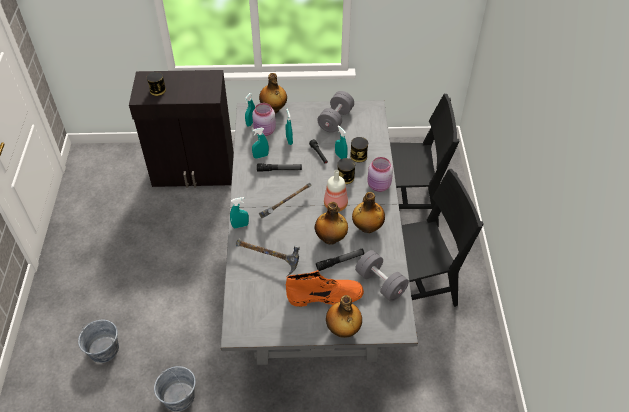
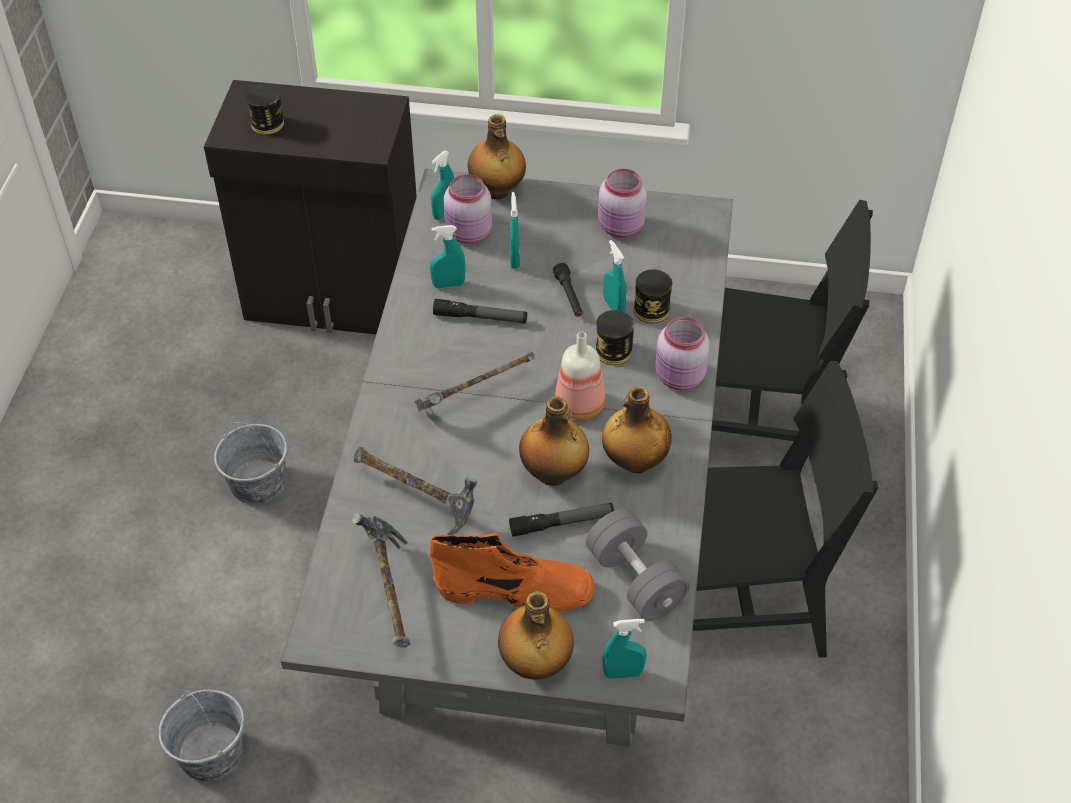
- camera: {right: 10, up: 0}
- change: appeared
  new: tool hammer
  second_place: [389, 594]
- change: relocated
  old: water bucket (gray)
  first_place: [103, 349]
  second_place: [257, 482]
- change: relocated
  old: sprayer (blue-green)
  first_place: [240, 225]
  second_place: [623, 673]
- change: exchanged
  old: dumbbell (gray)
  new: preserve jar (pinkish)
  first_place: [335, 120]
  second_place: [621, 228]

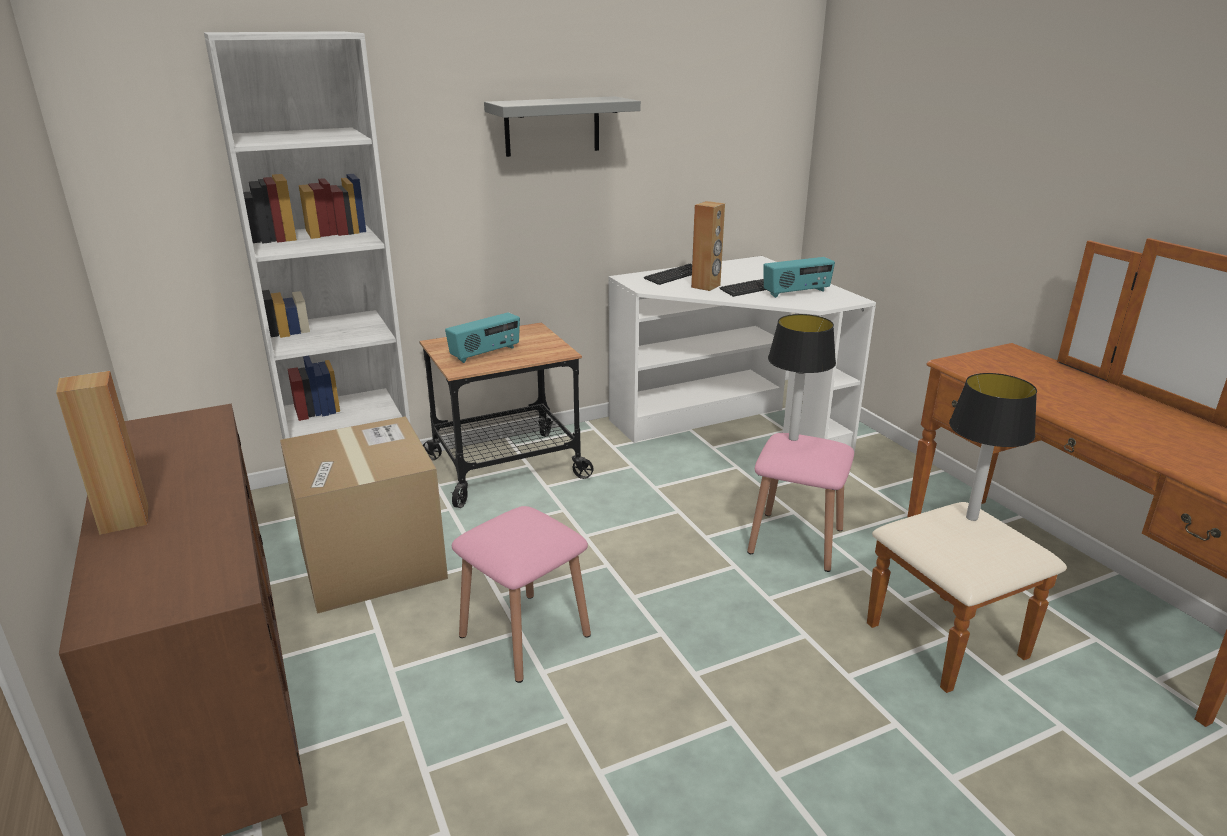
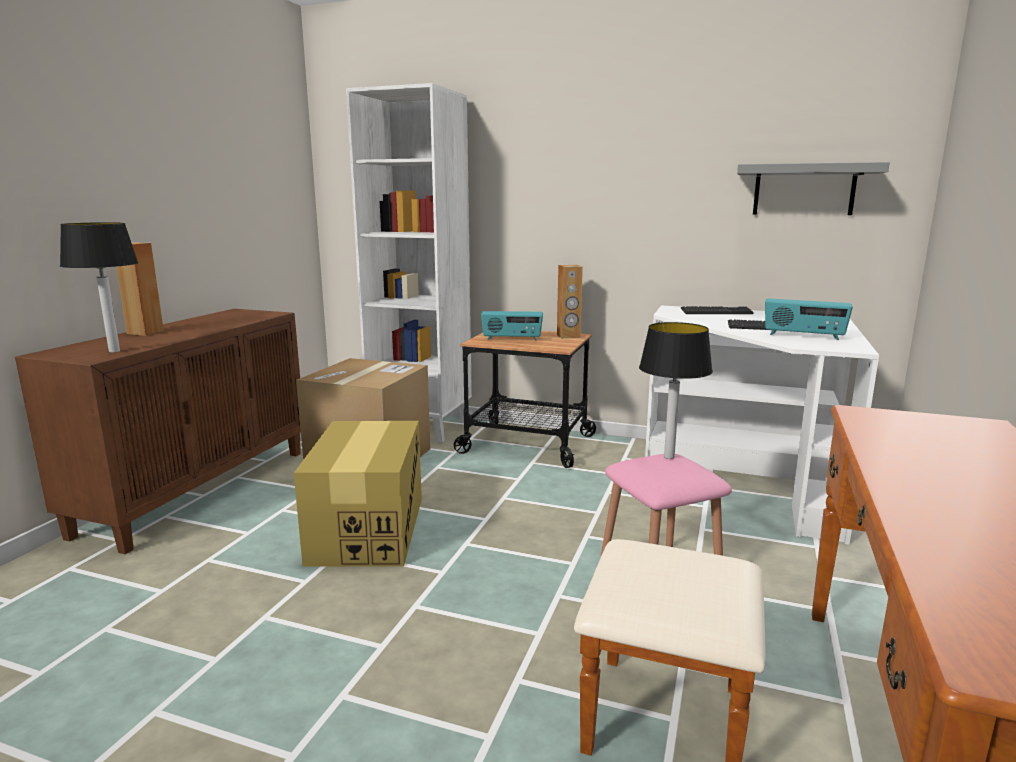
- camera: {right: 45, up: -10}
- change: relocated
  old: wall shelf (gray)
  first_place: [552, 126]
  second_place: [804, 190]
- change: relocated
  old: speaker (brownish)
  first_place: [706, 286]
  second_place: [568, 336]
- change: relocated
  old: lamp for a table
  first_place: [971, 517]
  second_place: [114, 351]
- change: exchanged
  old: stool (pinkish)
  new: carton
  first_place: [525, 635]
  second_place: [368, 529]

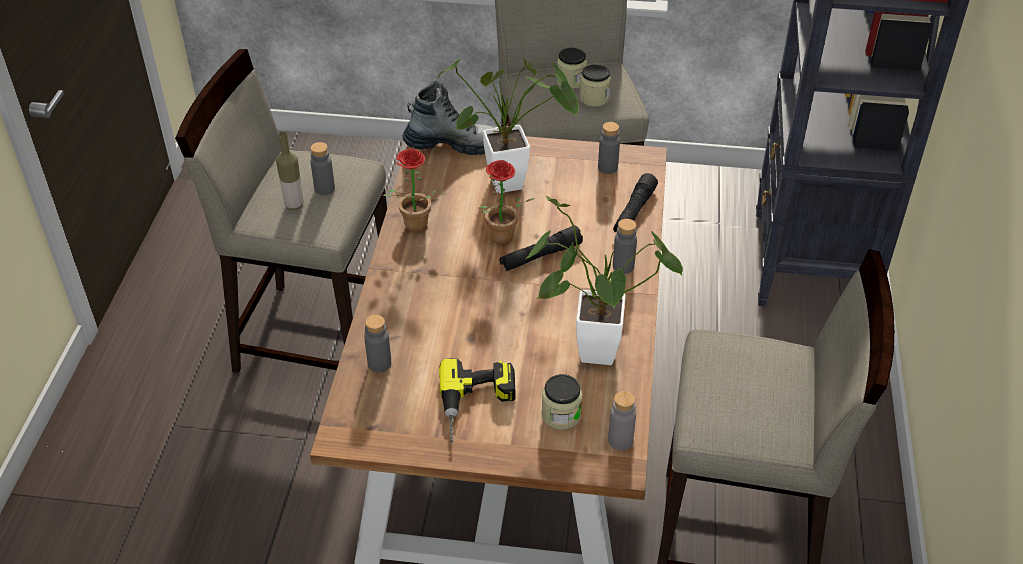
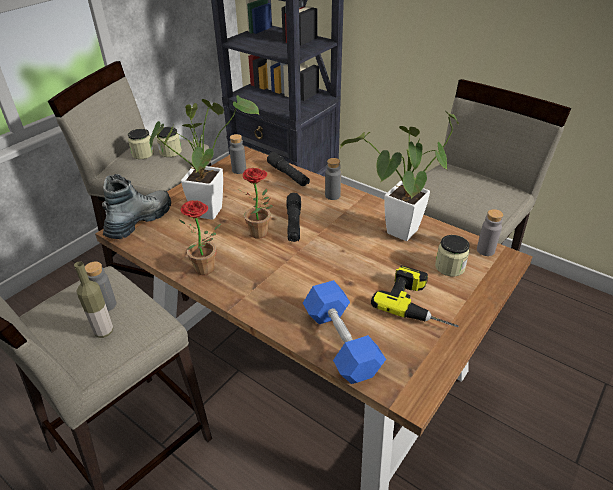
- camera: {right: -60, up: -5}
- change: exchanged
  old: drink bottle (gray)
  new: dumbbell (bluish)
  first_place: [379, 363]
  second_place: [341, 343]

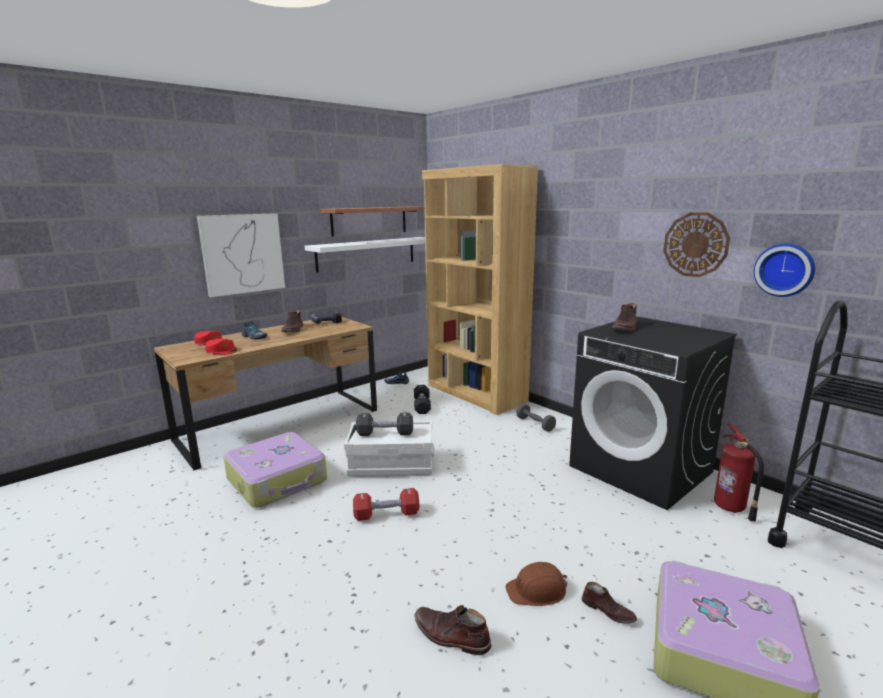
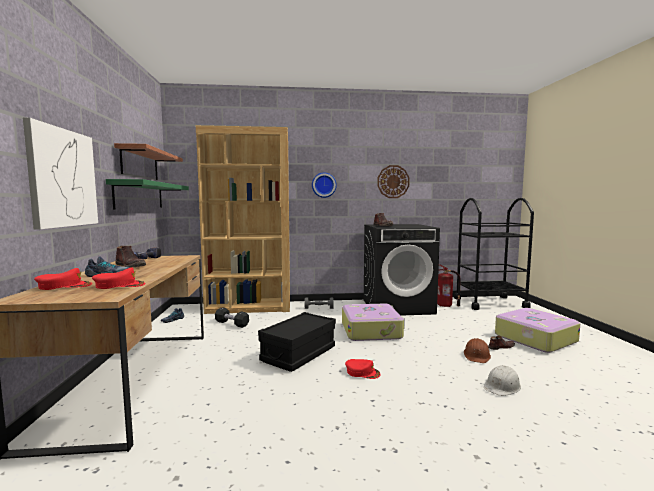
- camera: {right: -55, up: -10}
- change: missing
  old: dumbbell (blackish)
  first_place: [385, 433]
- change: relocated
  old: suitcase
  first_place: [278, 480]
  second_place: [371, 330]
- change: relocated
  old: wall clock
  first_place: [784, 269]
  second_place: [323, 185]
- change: exchanged
  old: dumbbell (red-coloured)
  new: baseball cap (red-coloured)
  first_place: [386, 514]
  second_place: [362, 372]
- change: exchanged
  old: high-top boot (brownish)
  new: hard hat (white)
  first_place: [451, 636]
  second_place: [502, 386]
- change: colour
  old: wall shelf (white)
  new: wall shelf (green-coloured)
  first_place: [367, 253]
  second_place: [140, 195]
- change: colour
  old: storage box (white)
  new: storage box (blackish)
  first_place: [391, 464]
  second_place: [299, 354]

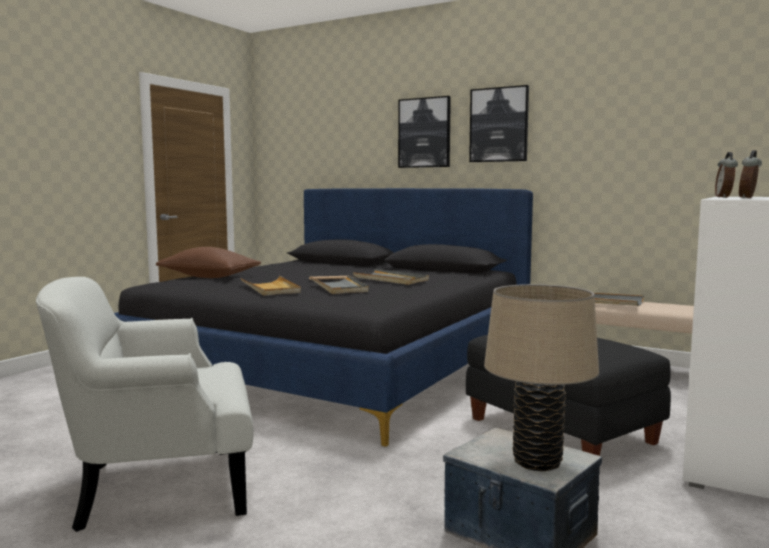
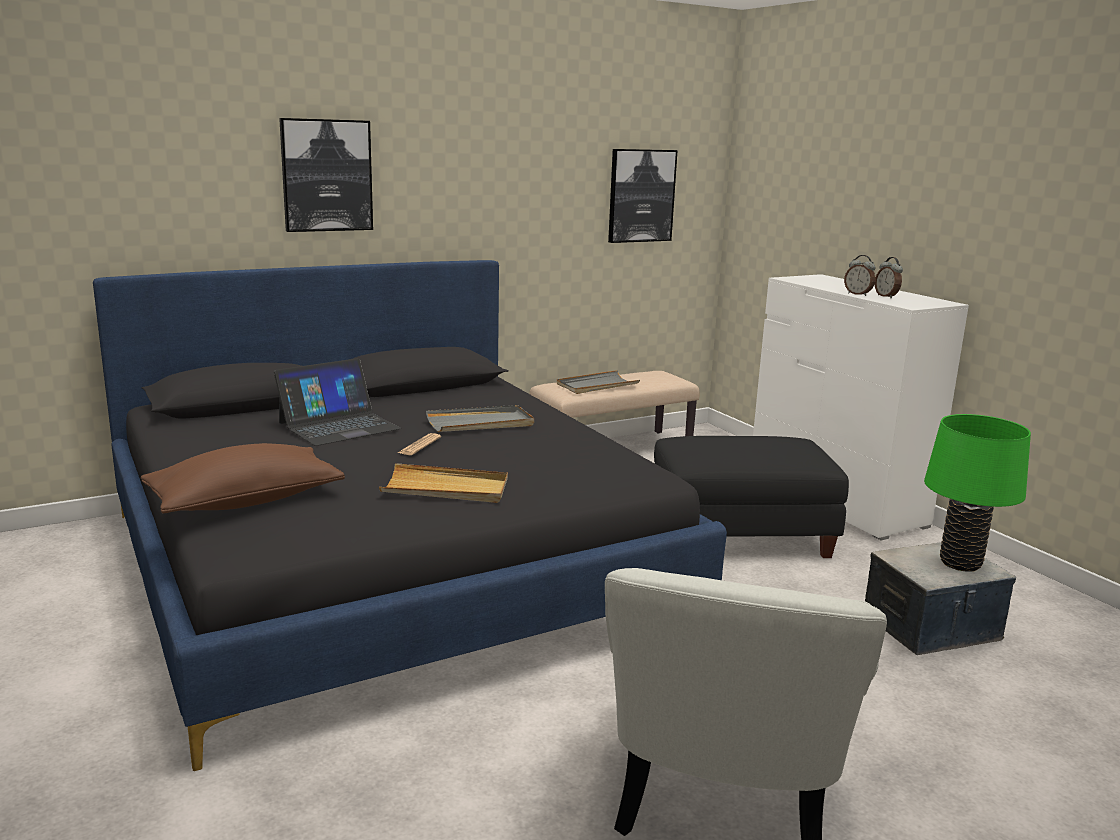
- camera: {right: -60, up: 10}
- change: missing
  old: tray (gray)
  first_place: [339, 287]
- change: appeared
  new: laptop
  second_place: [339, 426]
- change: relocated
  old: wall picture
  first_place: [499, 125]
  second_place: [641, 195]
- change: colour
  old: lamp for a table (beige)
  new: lamp for a table (green-coloured)
  first_place: [537, 462]
  second_place: [960, 563]

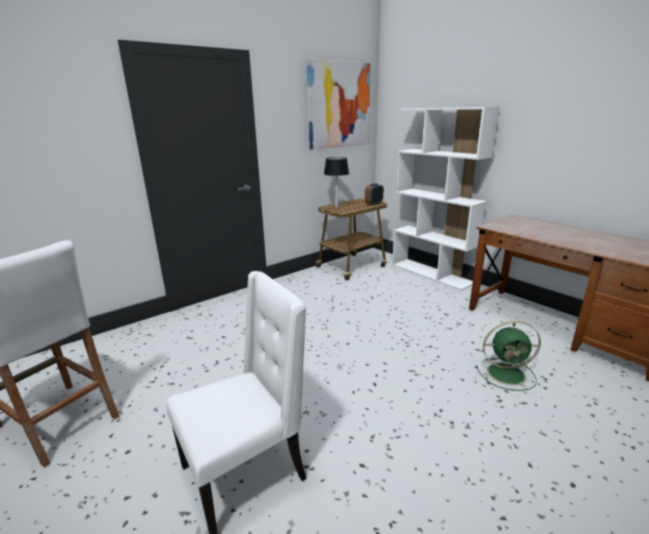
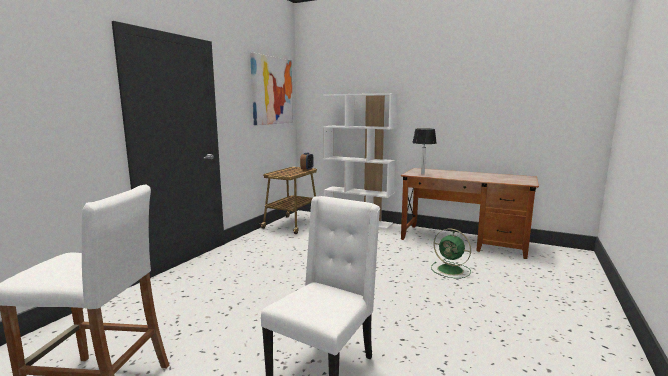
- camera: {right: -25, up: -10}
- change: relocated
  old: lamp for a table
  first_place: [336, 206]
  second_place: [422, 174]
- change: spun
  old: electric fan (green-coloured)
  first_place: [507, 374]
  second_place: [451, 270]
  degrees: 60

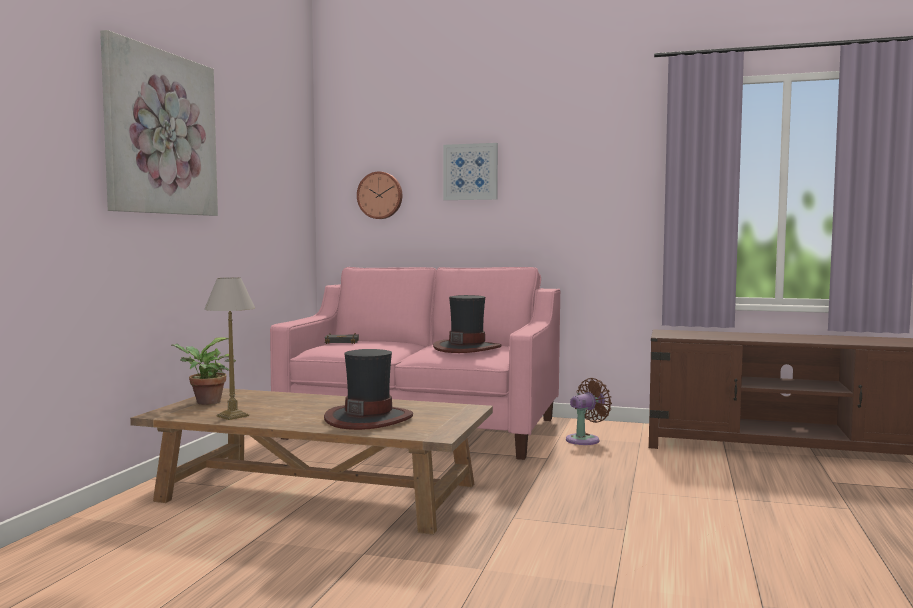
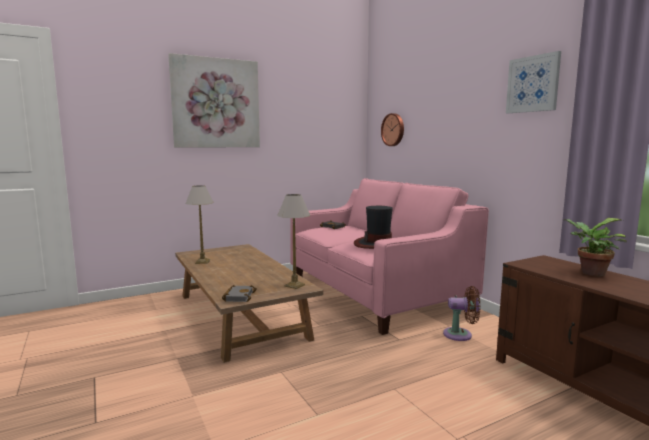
- camera: {right: 45, up: 5}
- change: missing
  old: wearable hat
  first_place: [369, 418]
- change: appeared
  new: book (gray)
  second_place: [238, 296]
- change: appeared
  new: lamp for a table
  second_place: [294, 285]
- change: relocated
  old: plant in a pot
  first_place: [205, 402]
  second_place: [589, 273]
- change: relocated
  old: wall picture
  first_place: [470, 172]
  second_place: [533, 84]

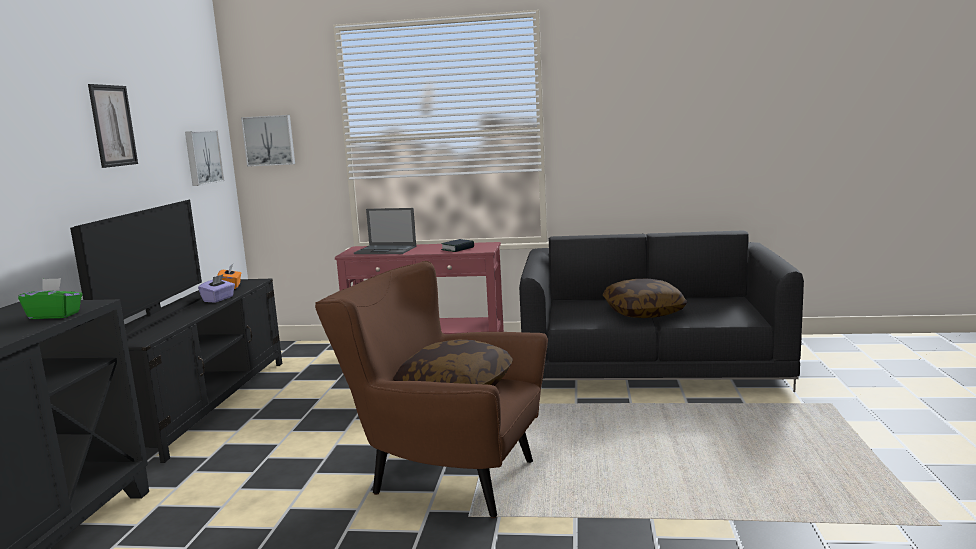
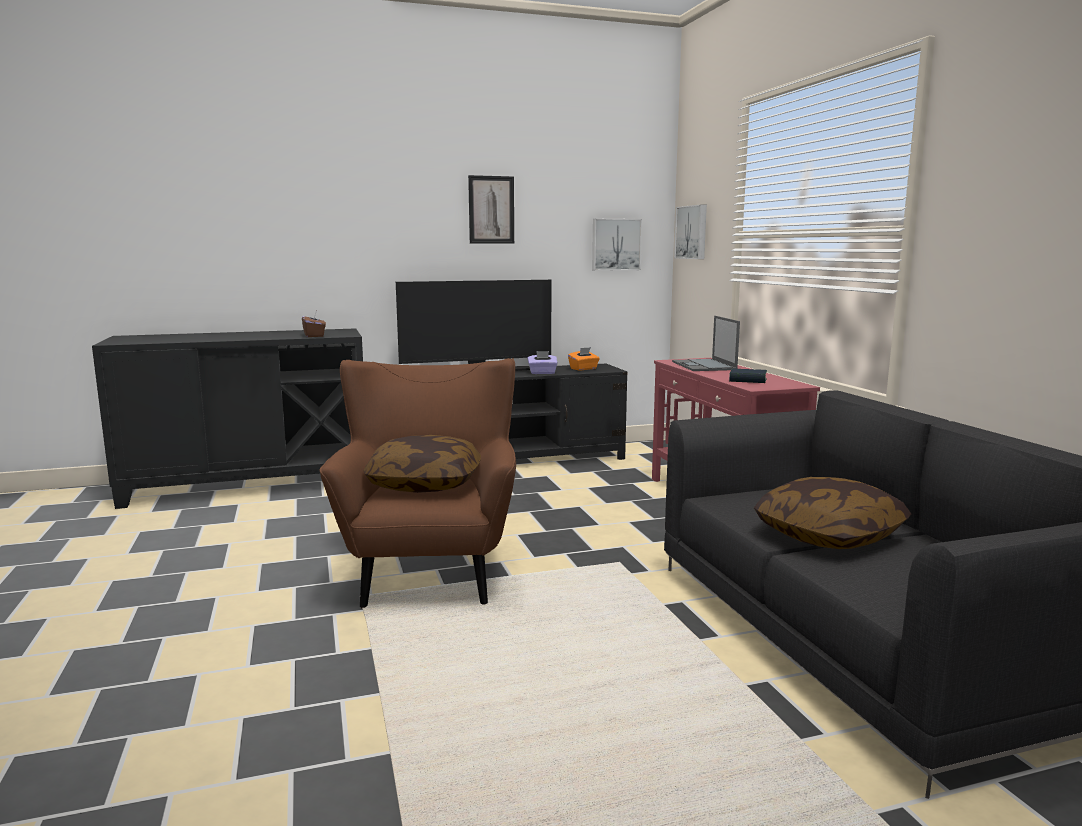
- camera: {right: 65, up: 0}
- change: colour
  old: tissue box (green-coloured)
  new: tissue box (brownish)
  first_place: [55, 315]
  second_place: [314, 335]

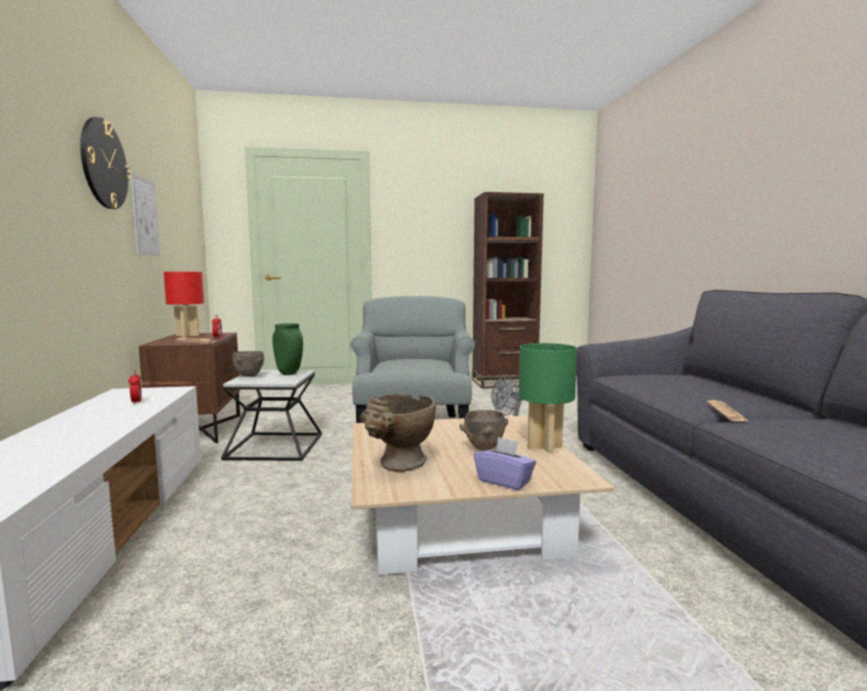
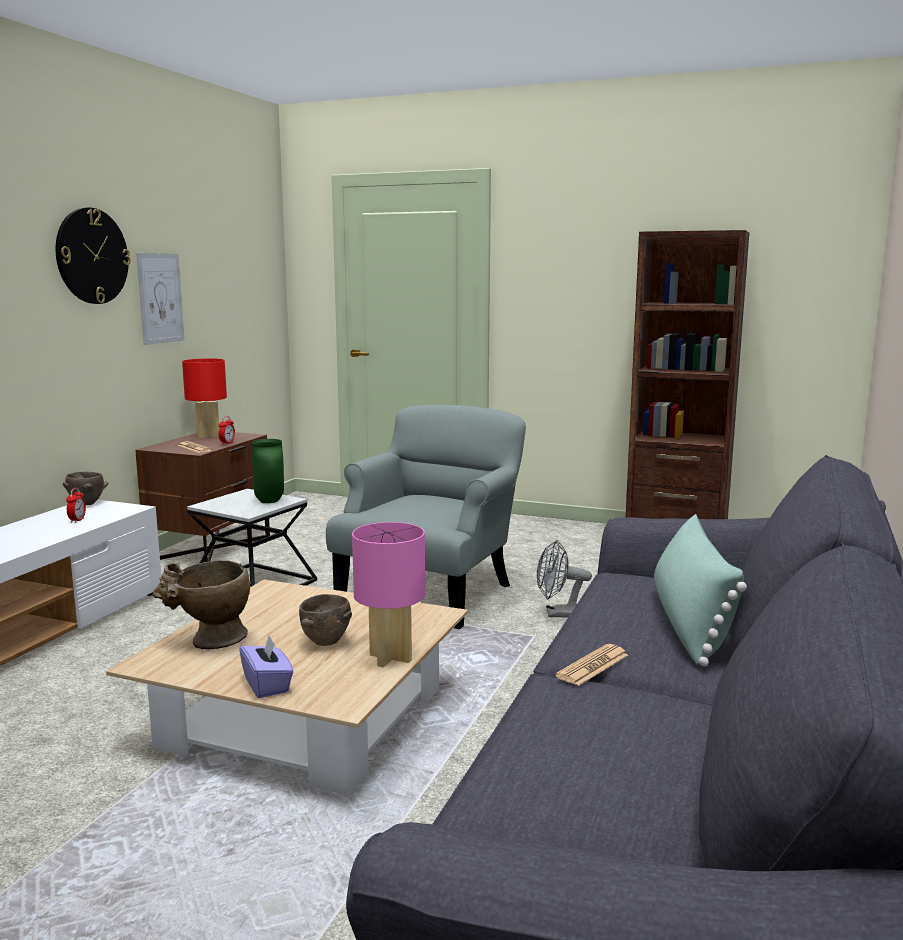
- camera: {right: 30, up: 5}
- change: appeared
  new: pillow (green-coloured)
  second_place: [690, 623]
- change: relocated
  old: serving bowl (brownish)
  first_place: [249, 376]
  second_place: [87, 504]
- change: colour
  old: lamp for a table (green-coloured)
  new: lamp for a table (pinkish)
  first_place: [545, 447]
  second_place: [391, 658]

